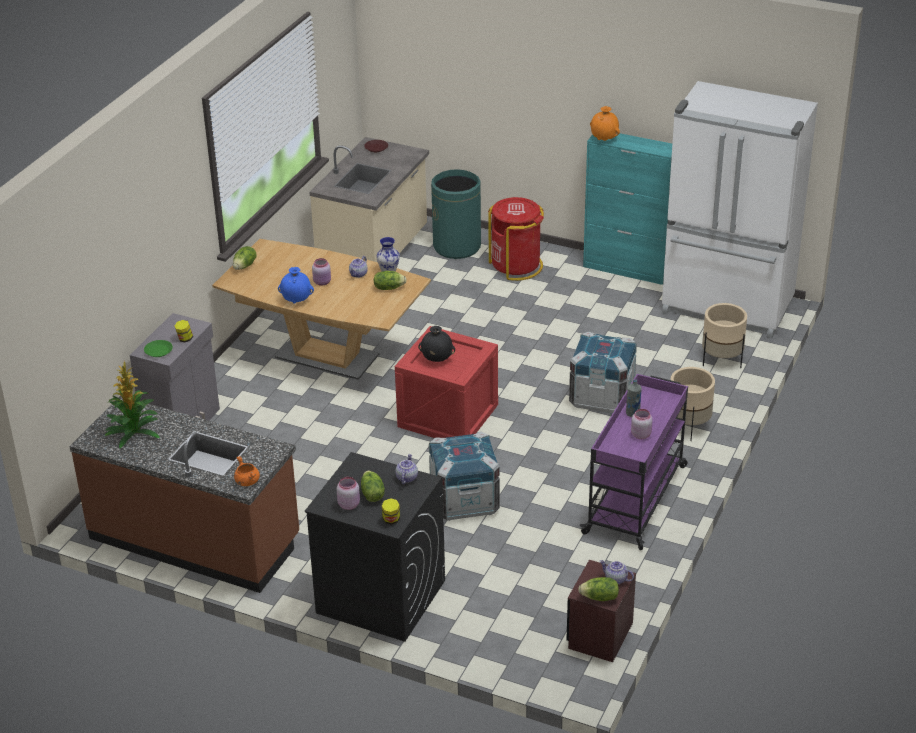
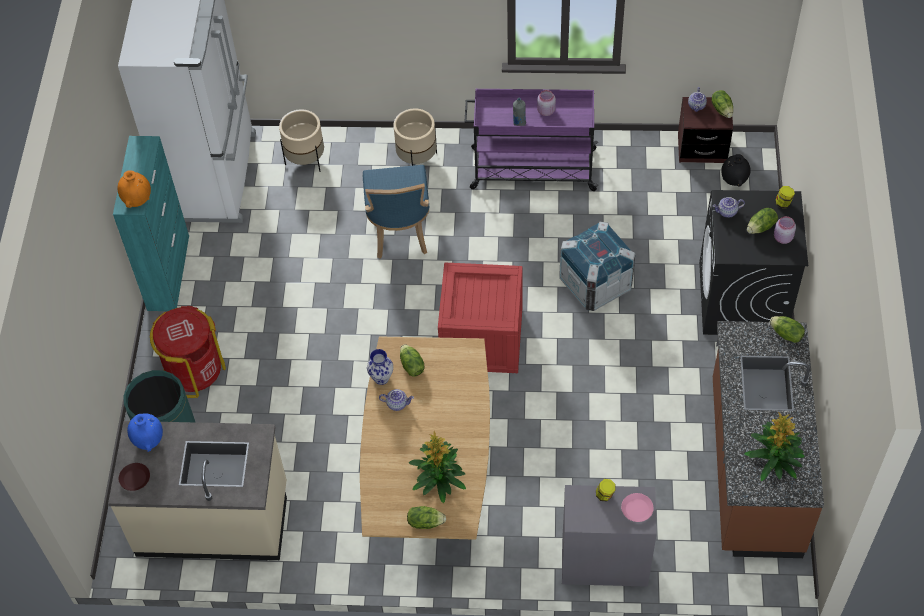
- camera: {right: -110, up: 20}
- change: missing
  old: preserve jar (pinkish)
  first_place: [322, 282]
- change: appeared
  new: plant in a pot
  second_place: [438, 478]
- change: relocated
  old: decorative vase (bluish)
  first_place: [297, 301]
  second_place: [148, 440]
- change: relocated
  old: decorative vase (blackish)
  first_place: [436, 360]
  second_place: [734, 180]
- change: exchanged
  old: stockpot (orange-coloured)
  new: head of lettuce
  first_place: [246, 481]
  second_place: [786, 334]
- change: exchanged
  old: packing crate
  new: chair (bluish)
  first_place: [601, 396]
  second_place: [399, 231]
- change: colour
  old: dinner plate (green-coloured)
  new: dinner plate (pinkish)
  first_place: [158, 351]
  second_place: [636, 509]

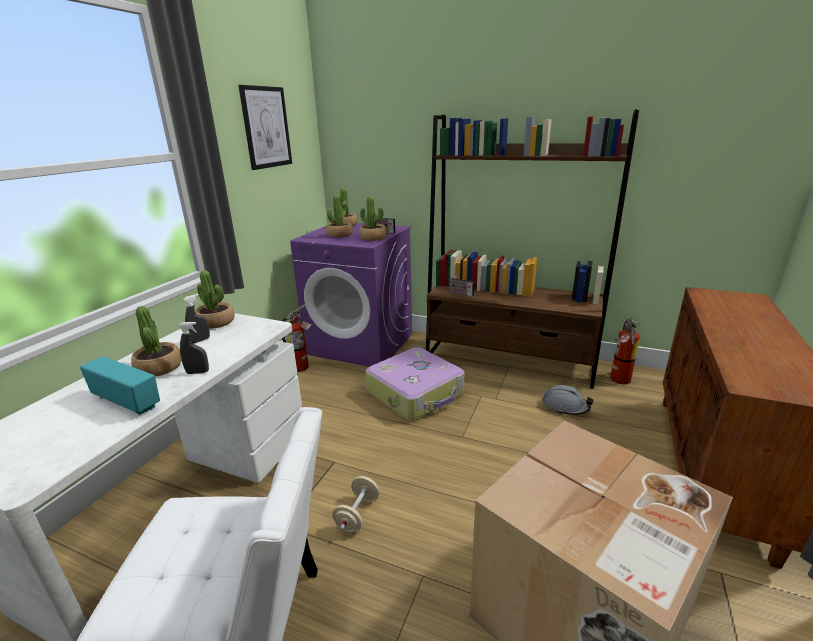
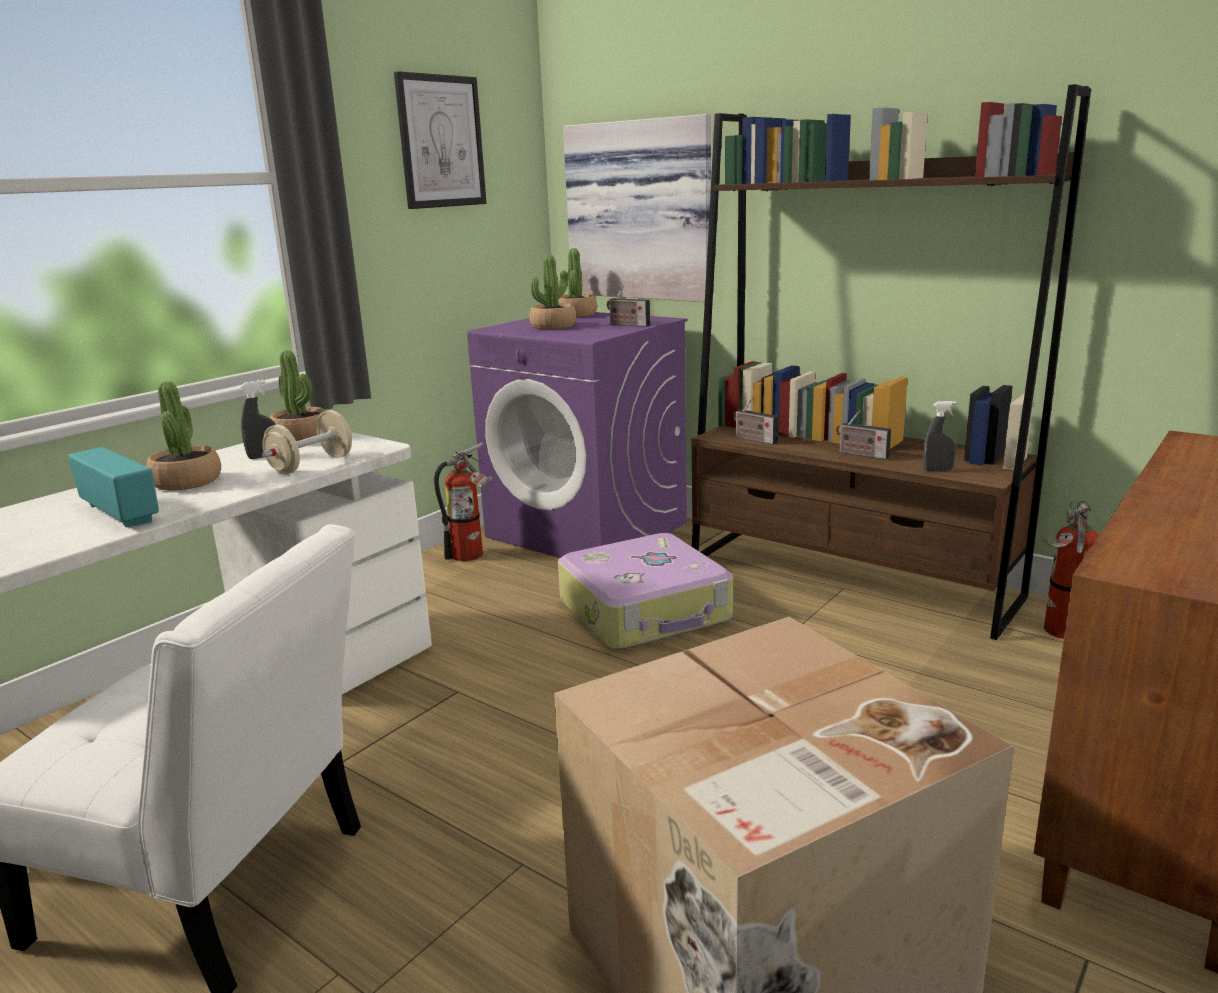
- camera: {right: 15, up: -5}
- change: missing
  old: plant in a pot
  first_place: [373, 238]
- change: missing
  old: hard hat (gray)
  first_place: [565, 406]
- change: appeared
  new: wall picture
  second_place: [641, 211]
- change: appeared
  new: radio set
  second_place: [861, 454]
- change: relocated
  old: sprayer (gray)
  first_place: [197, 372]
  second_place: [937, 470]
- change: relocated
  old: dumbbell (beige)
  first_place: [357, 514]
  second_place: [311, 464]

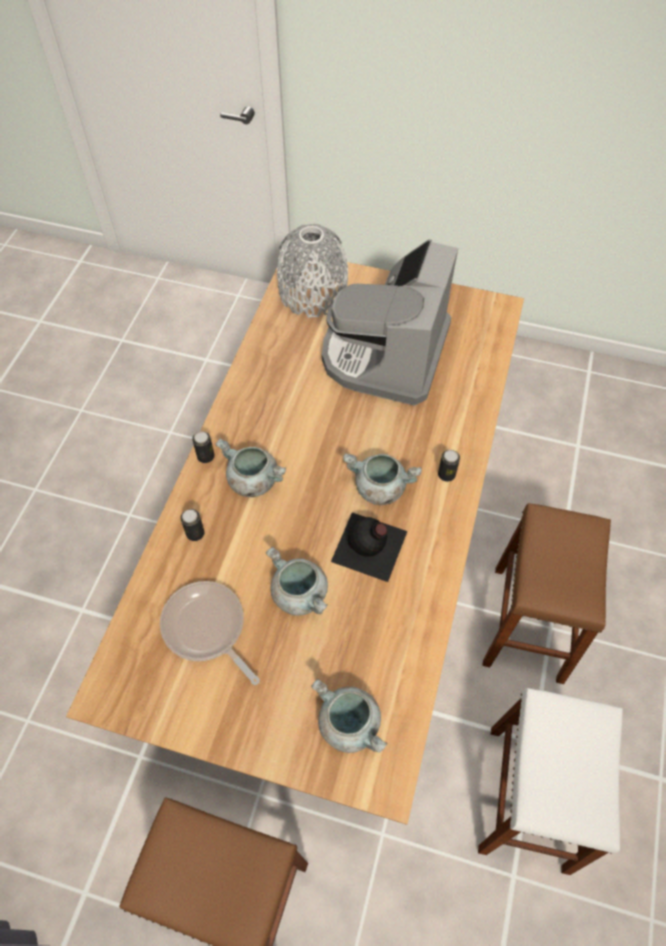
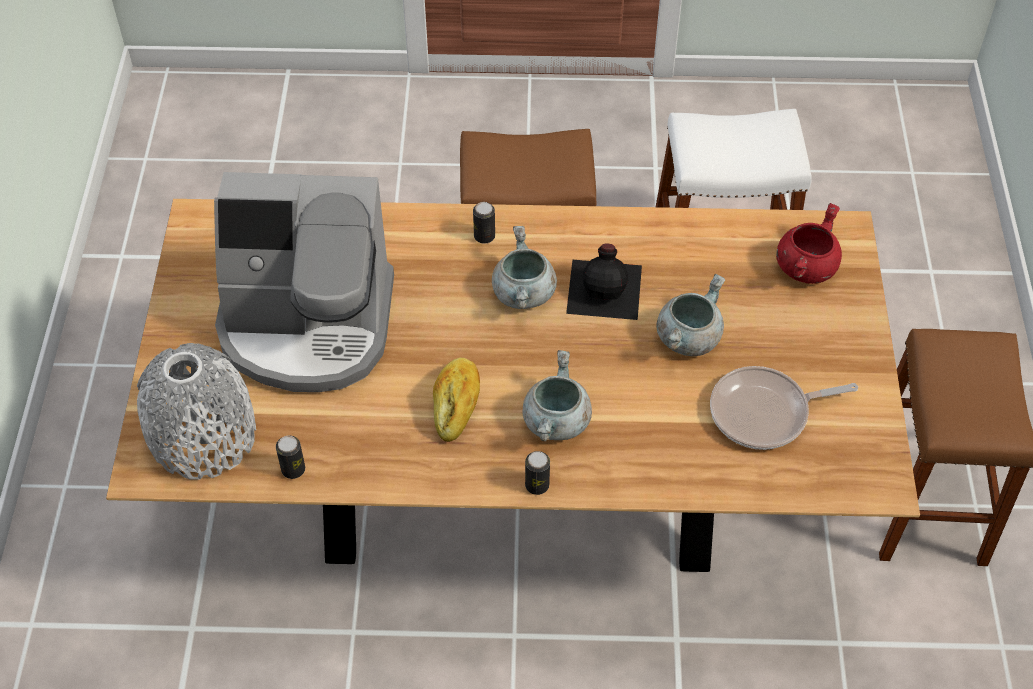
- camera: {right: -105, up: -5}
- change: appeared
  new: baked bread
  second_place: [456, 405]
- change: relocated
  old: sealed can
  first_place: [195, 533]
  second_place: [293, 469]
- change: colour
  old: stockpot (gray)
  new: stockpot (red-coloured)
  first_place: [349, 724]
  second_place: [805, 267]
- change: spun
  old: skillet
  first_place: [207, 629]
  second_place: [765, 413]
  degrees: 45

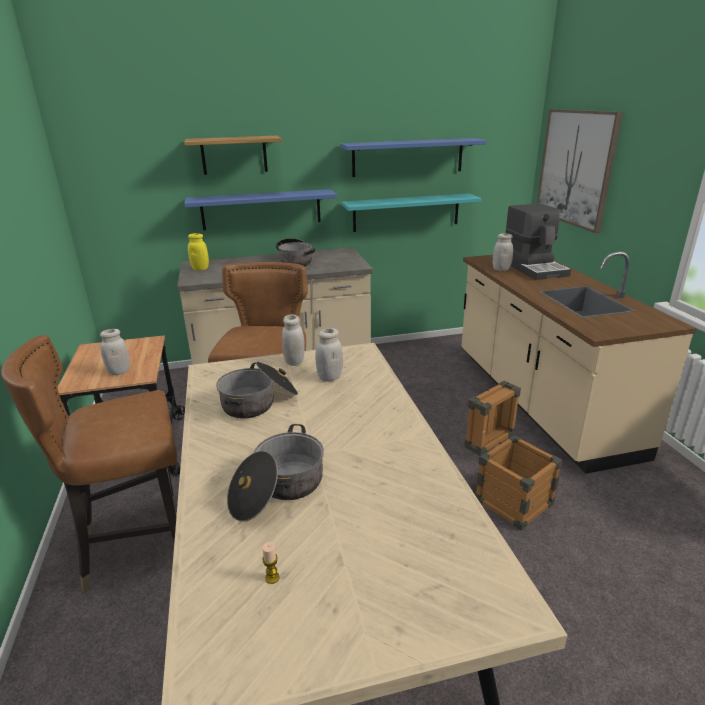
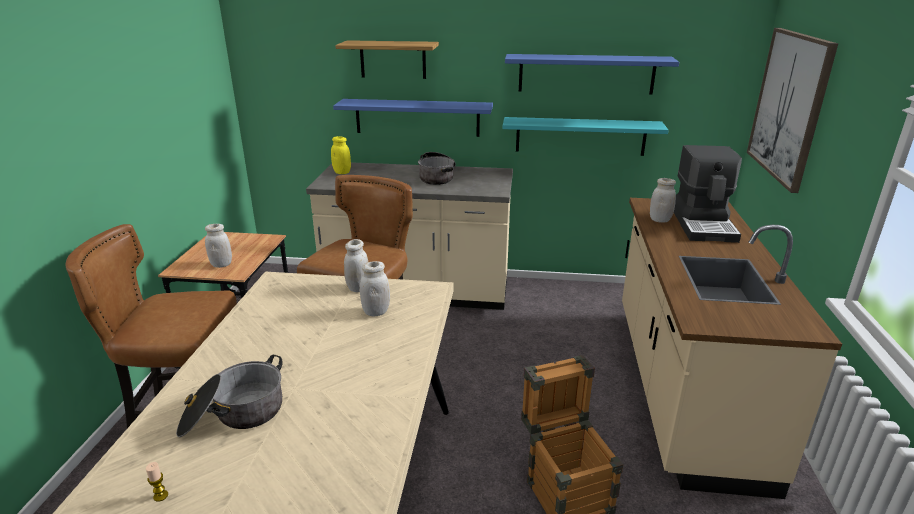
- camera: {right: 20, up: 0}
- change: missing
  old: stockpot
  first_place: [259, 402]

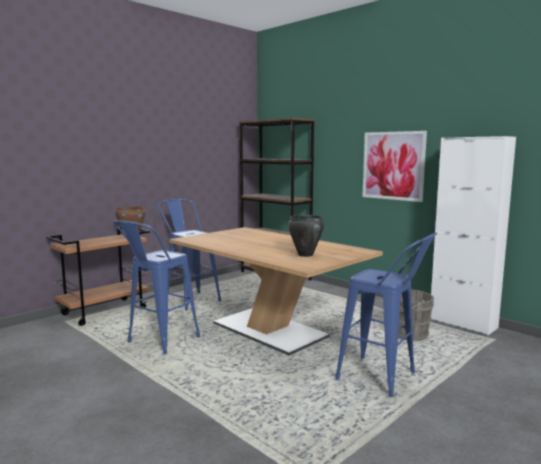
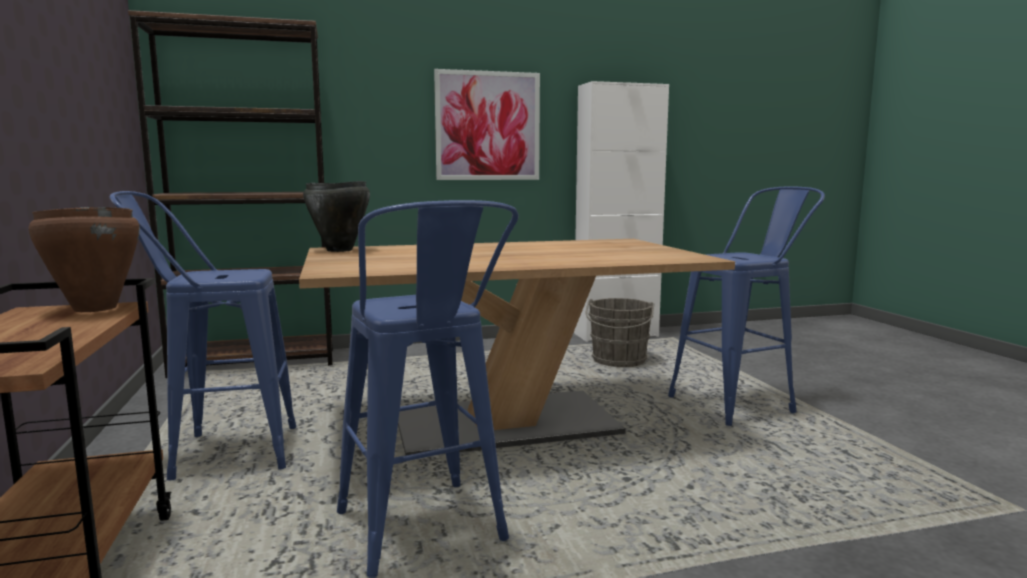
- camera: {right: -60, up: 0}
- change: relocated
  old: stockpot (blackish)
  first_place: [305, 255]
  second_place: [339, 250]

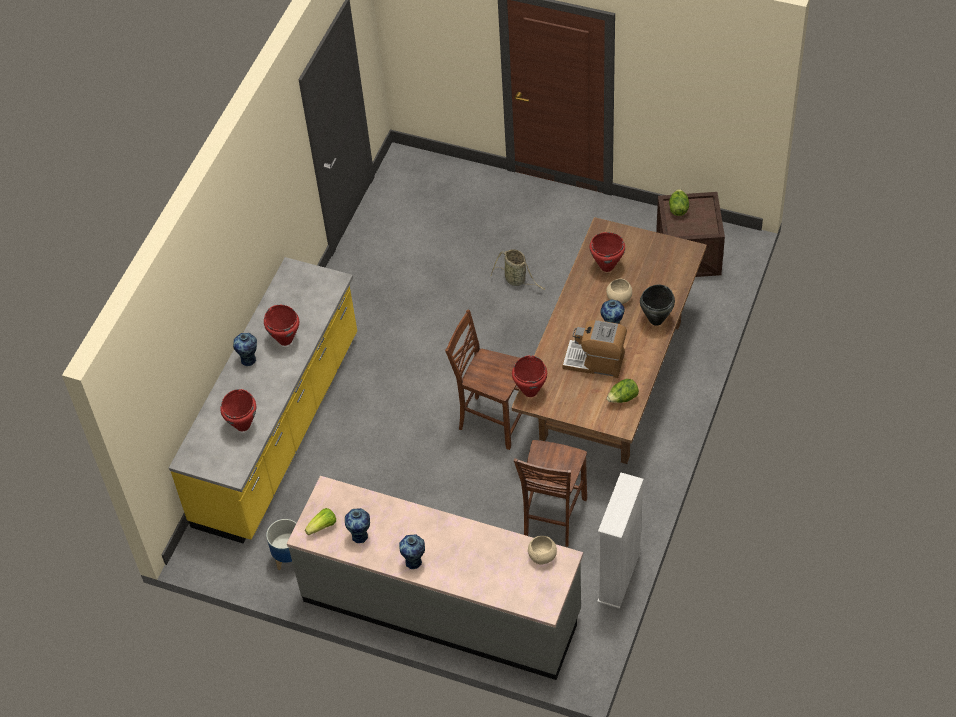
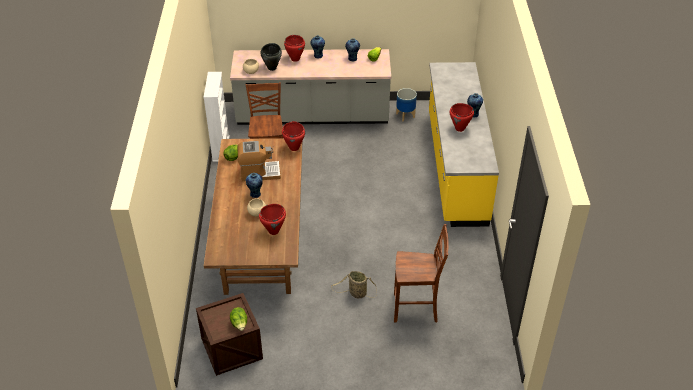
- camera: {right: 155, up: -10}
- change: relocated
  old: stockpot (red-coloured)
  first_place: [243, 425]
  second_place: [295, 59]
- change: relocated
  old: chair (brownish)
  first_place: [491, 420]
  second_place: [416, 309]
- change: relocated
  old: stockpot (blackish)
  first_place: [656, 320]
  second_place: [272, 68]

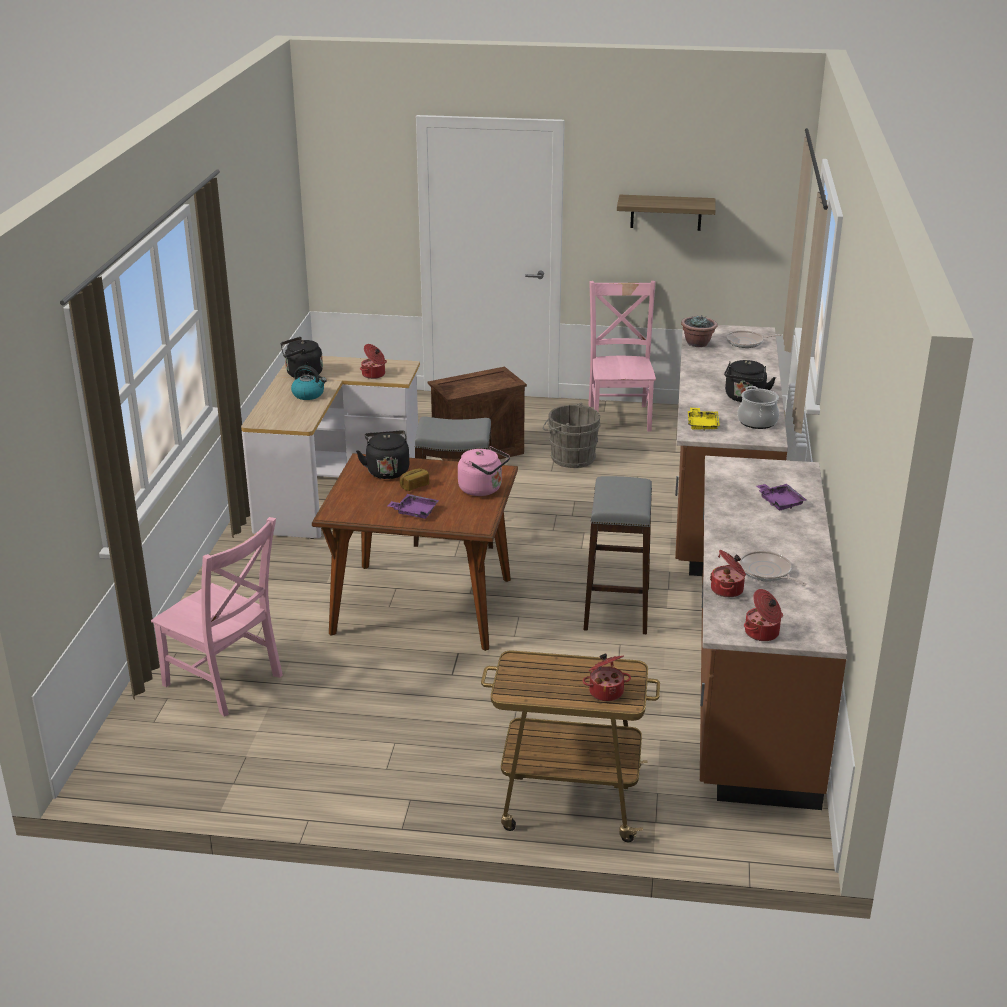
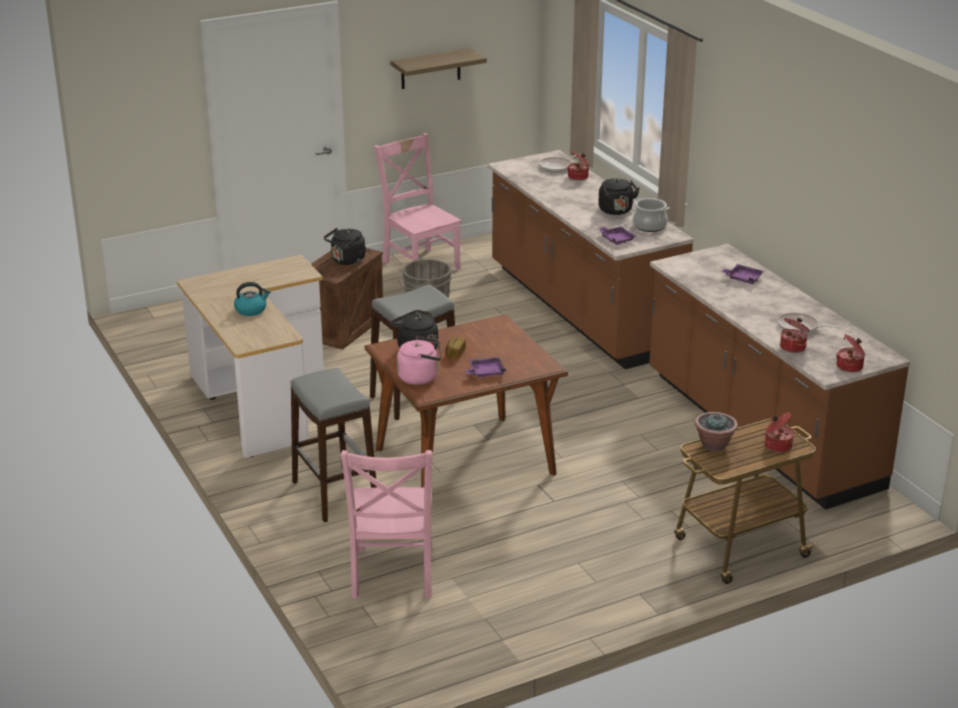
- camera: {right: -35, up: 0}
- change: relocated
  old: tea kettle (blackish)
  first_place: [302, 374]
  second_place: [347, 261]
- change: relocated
  old: stockpot
  first_place: [374, 375]
  second_place: [578, 177]
- change: relocated
  old: tea kettle (pinkish)
  first_place: [483, 489]
  second_place: [421, 377]
- change: relocated
  old: stool (gray)
  first_place: [616, 608]
  second_place: [334, 494]
- change: relocated
  old: plant in a pot
  first_place: [697, 343]
  second_place: [714, 444]
- change: colour
  old: tray (yellow-coloured)
  new: tray (purple)
  first_place: [702, 424]
  second_place: [616, 239]
- change: spun
  old: chair (pinkish)
  first_place: [225, 682]
  second_place: [392, 576]
  degrees: 90

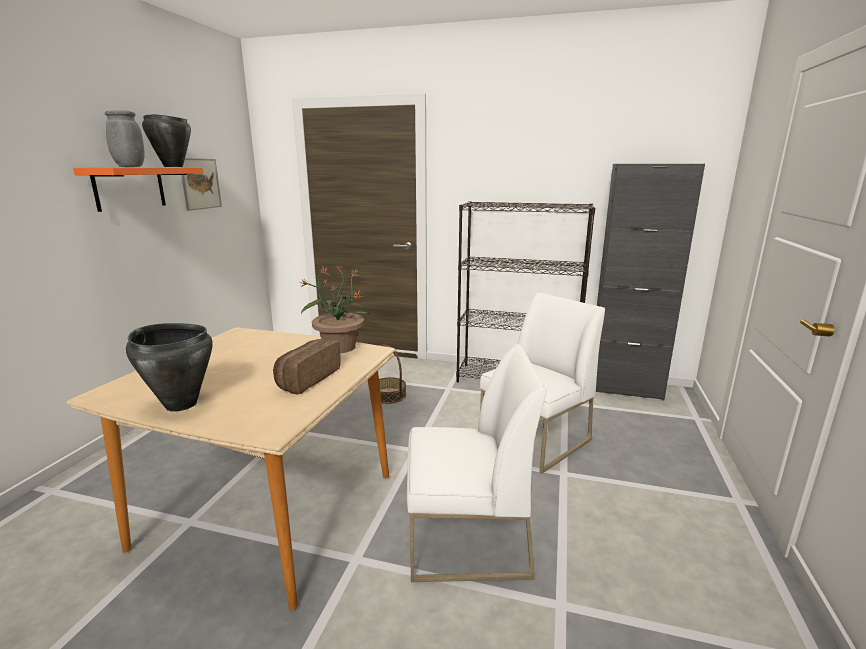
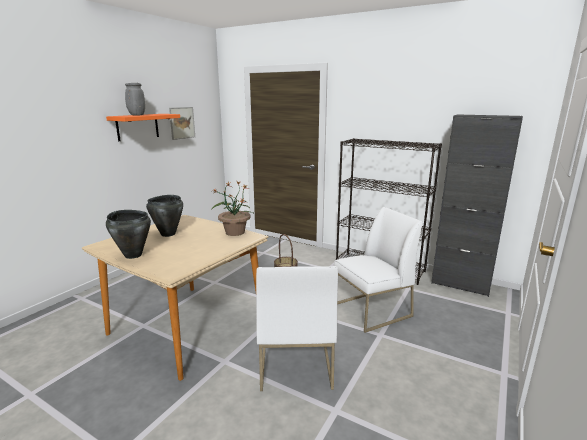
- camera: {right: 15, up: 0}
- change: missing
  old: baked bread
  first_place: [306, 379]
- change: relocated
  old: stockpot (blackish)
  first_place: [173, 167]
  second_place: [168, 234]
- change: spun
  old: chair (white)
  first_place: [466, 539]
  second_place: [294, 362]
  degrees: 75

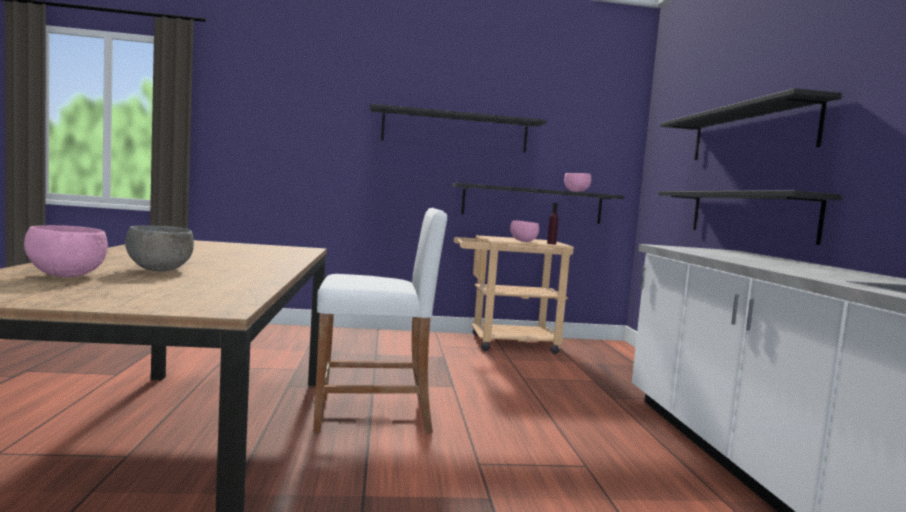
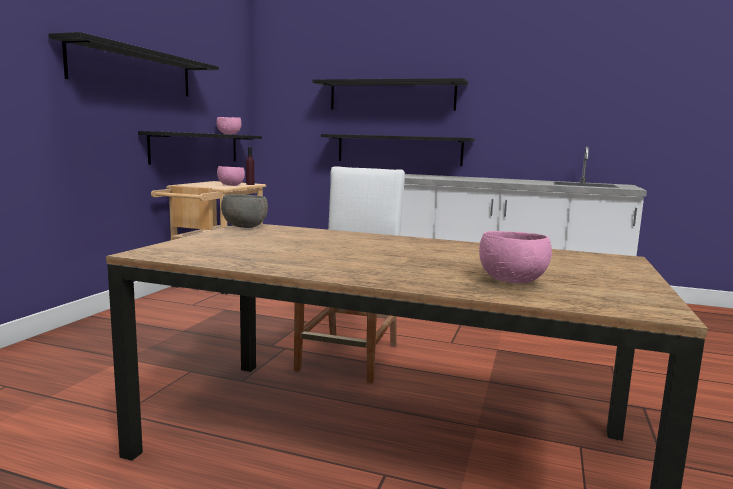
- camera: {right: -65, up: 5}
- change: relocated
  old: serving bowl (gray)
  first_place: [159, 270]
  second_place: [245, 227]

